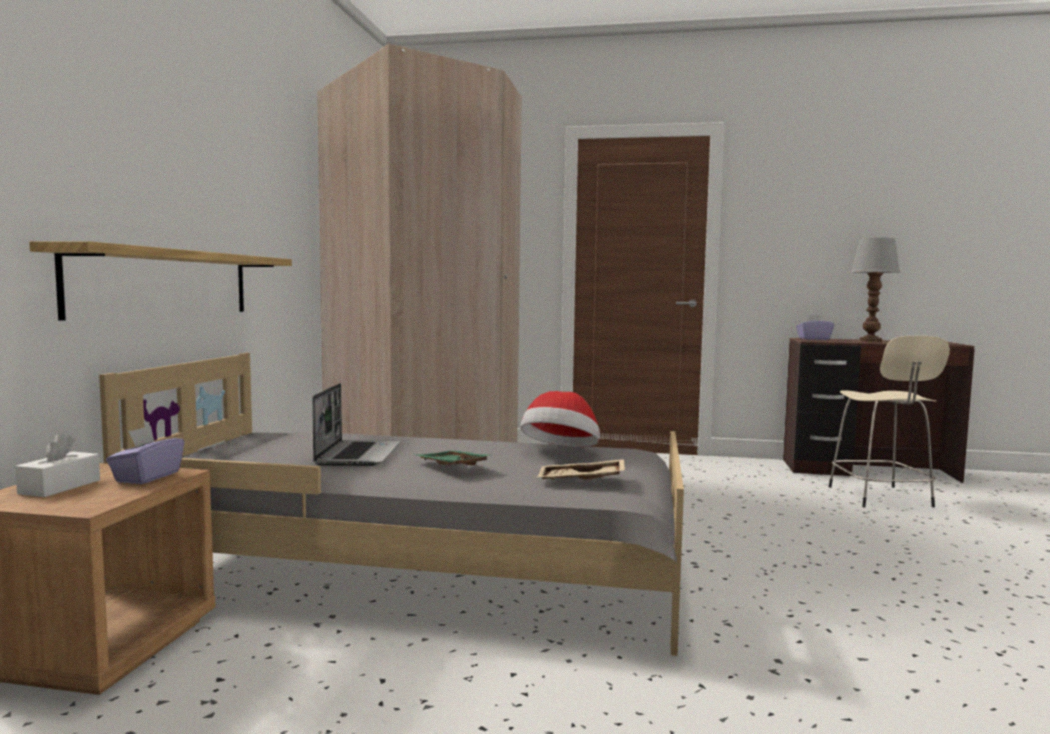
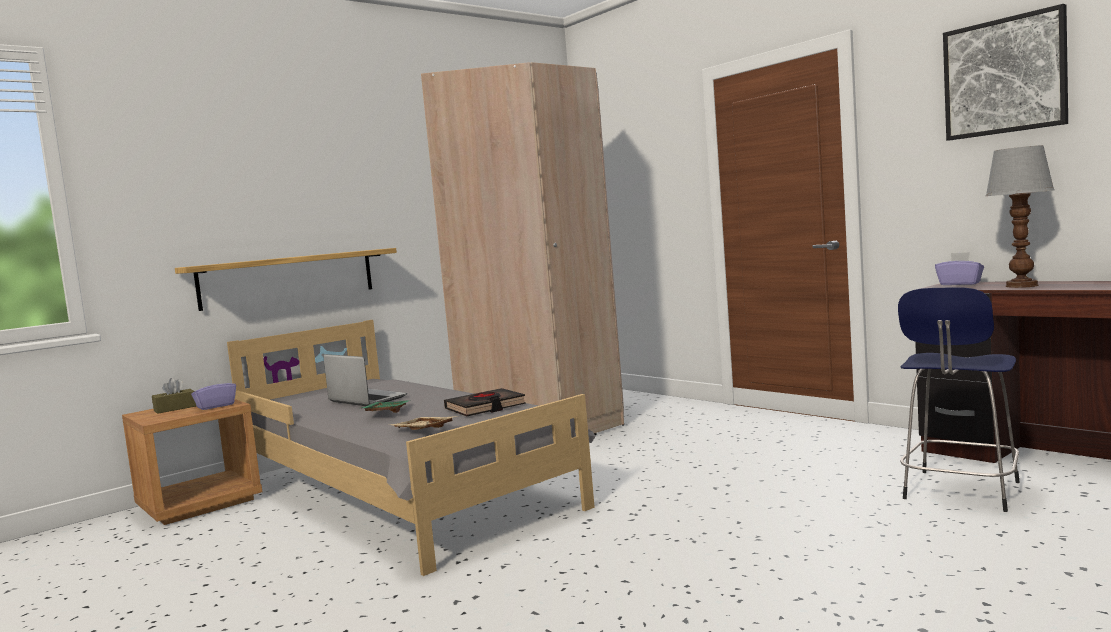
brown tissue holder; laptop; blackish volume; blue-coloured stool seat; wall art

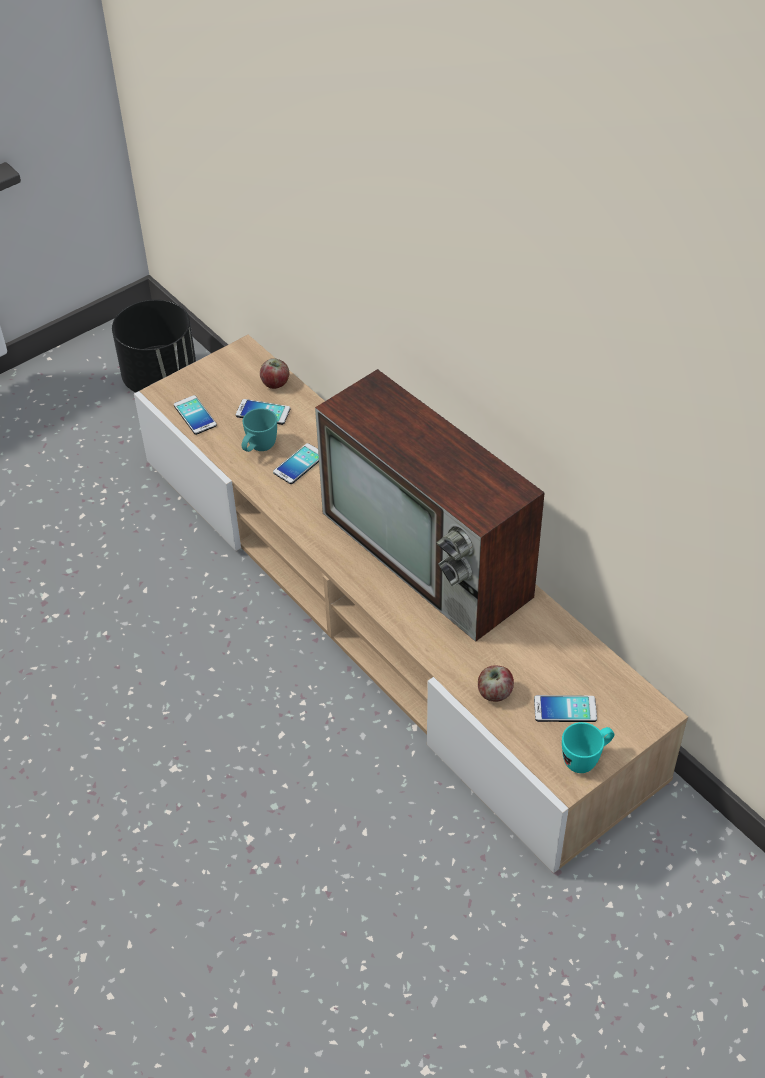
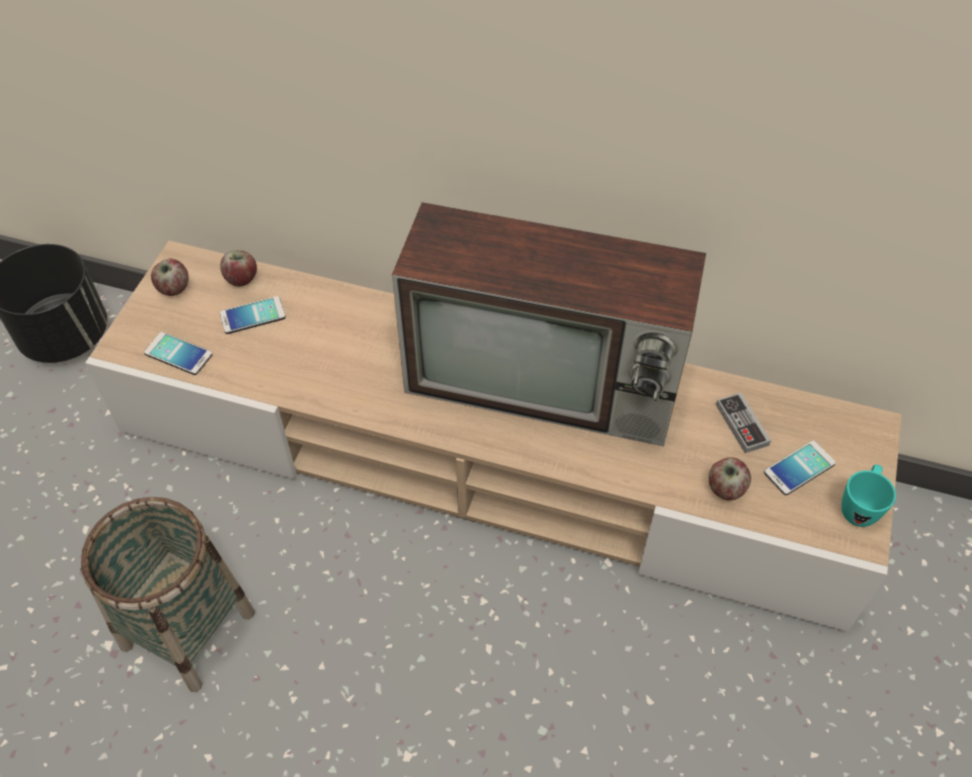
household basket; apple fruit (no. 1 from left); game controller; turquoise-coloured coffee mug (no. 1 from left in the first image); telephone (no. 3 from left in the first image)

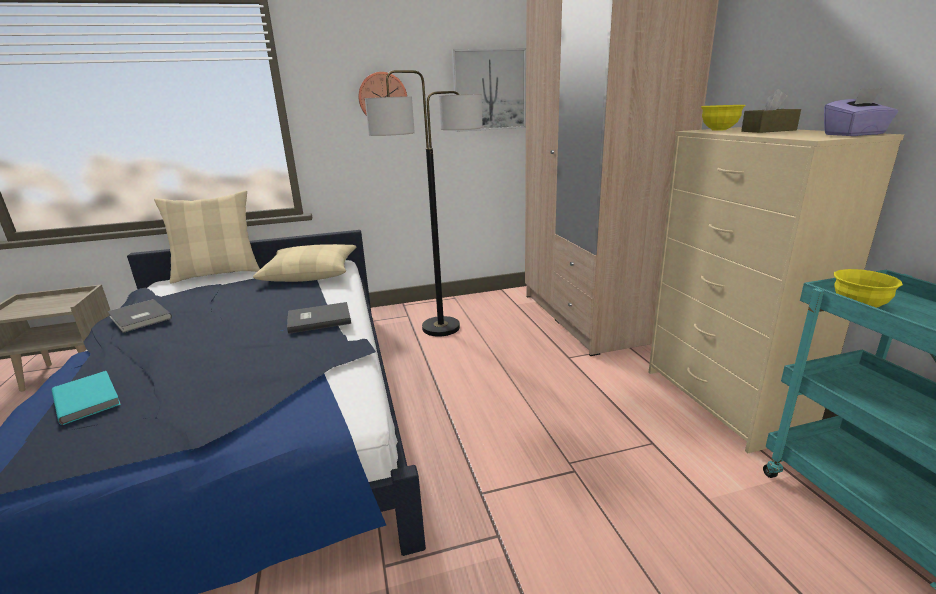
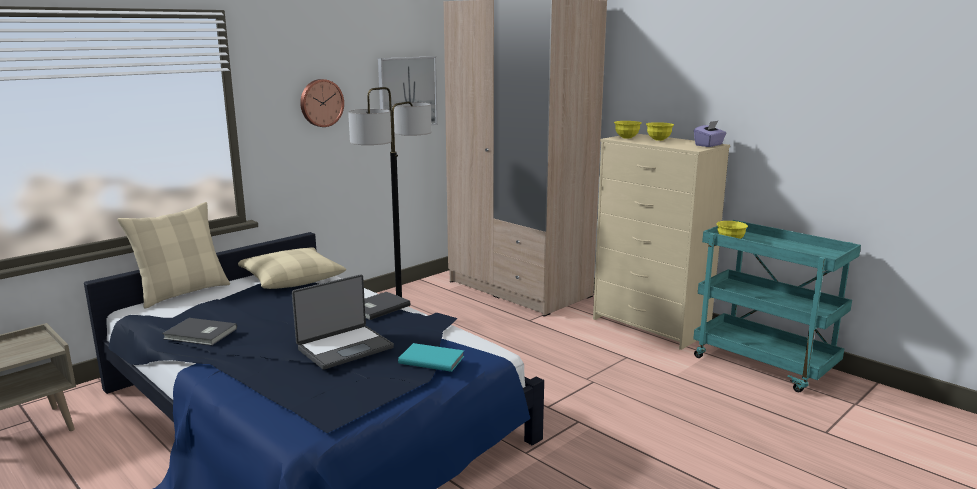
laptop; turquoise-coloured volume; yellow-coloured deep dish (no. 2 from left)

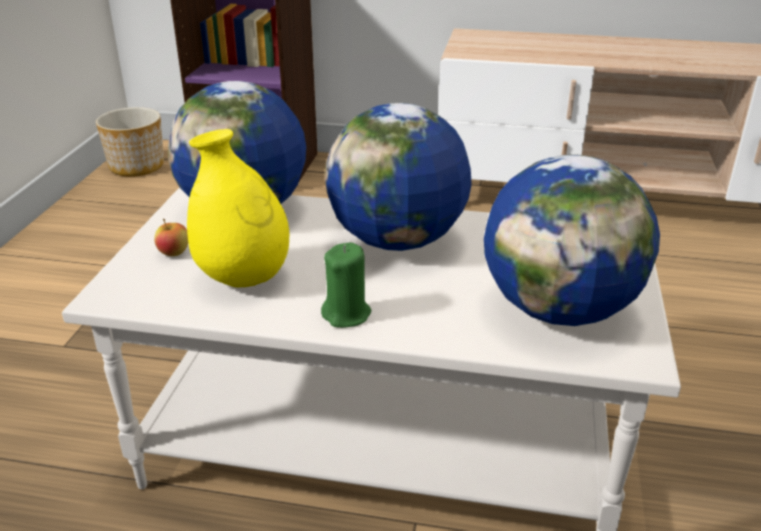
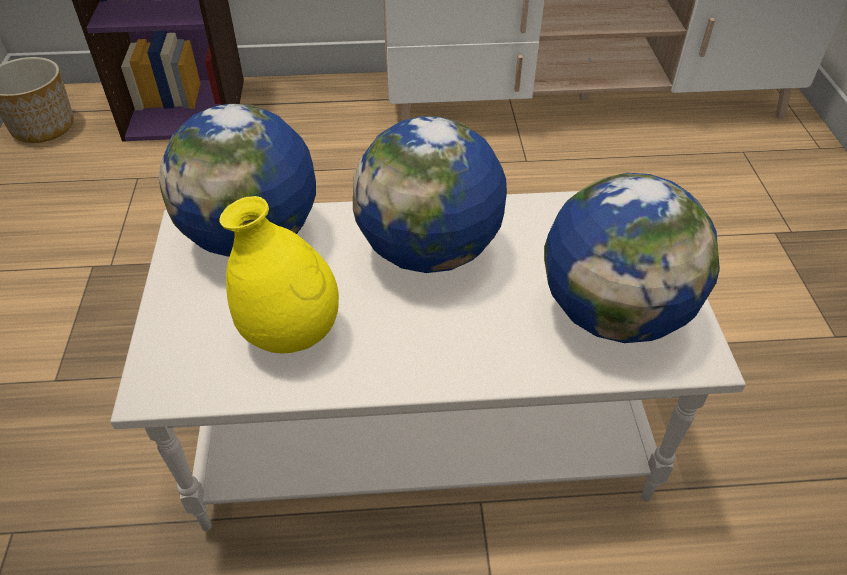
apple fruit; greenish wax candle

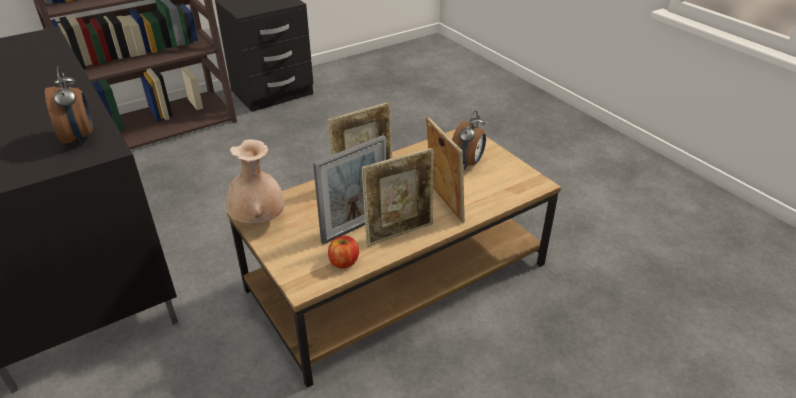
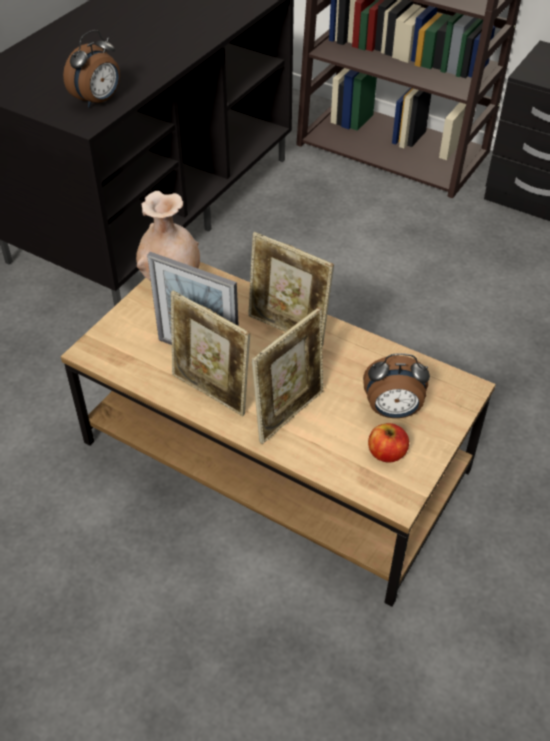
apple fruit

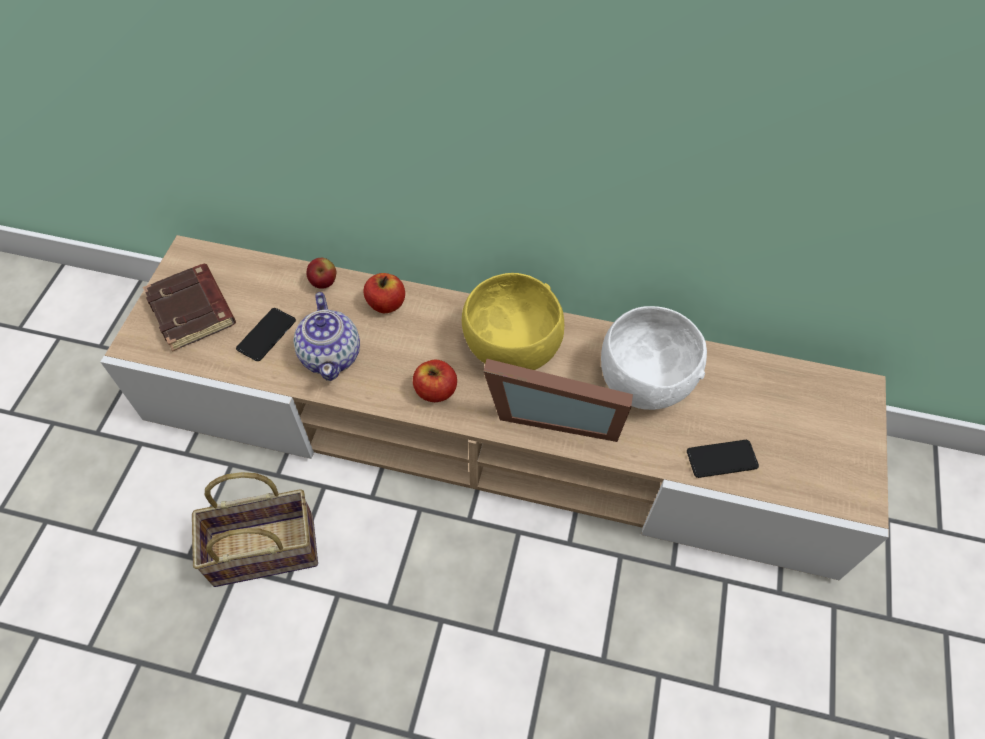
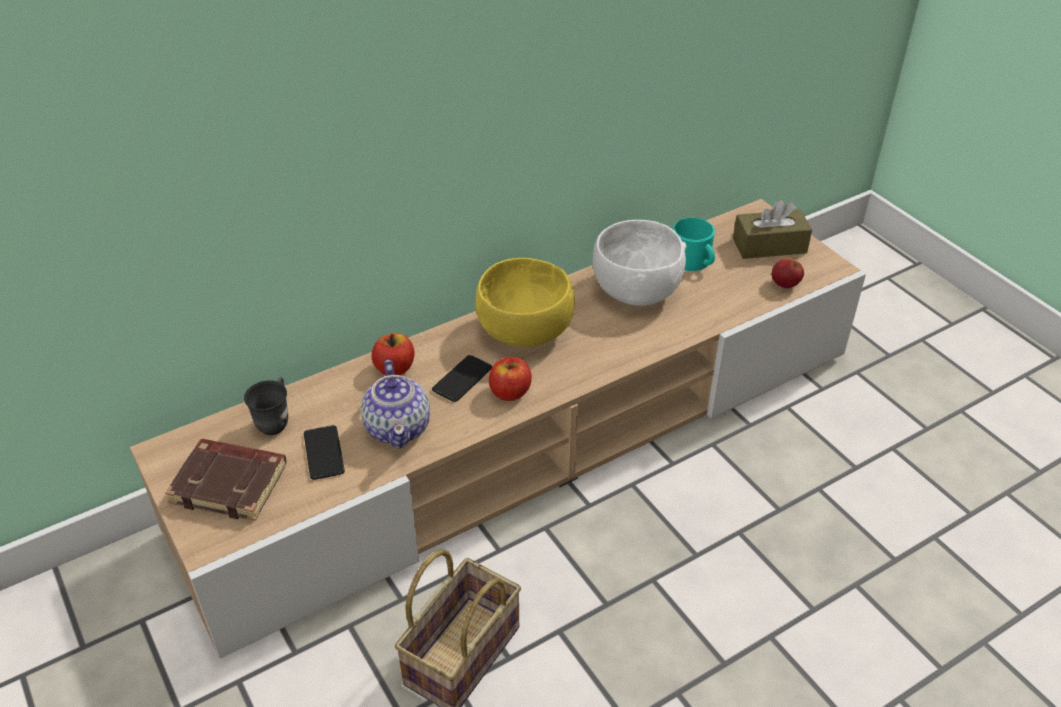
greyish coffee mug; tea pot; telephone (no. 2 from left); turquoise-coloured coffee mug; brown tissue holder; apple fruit (no. 3 from left); photo frame

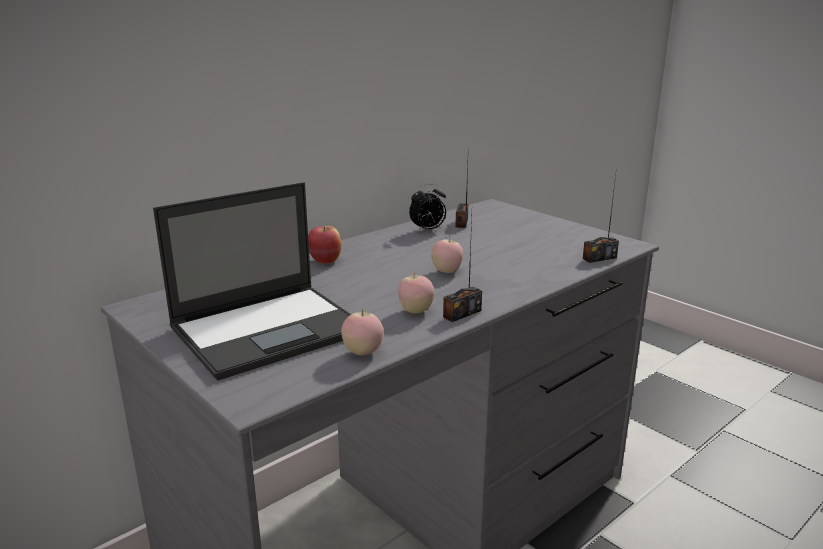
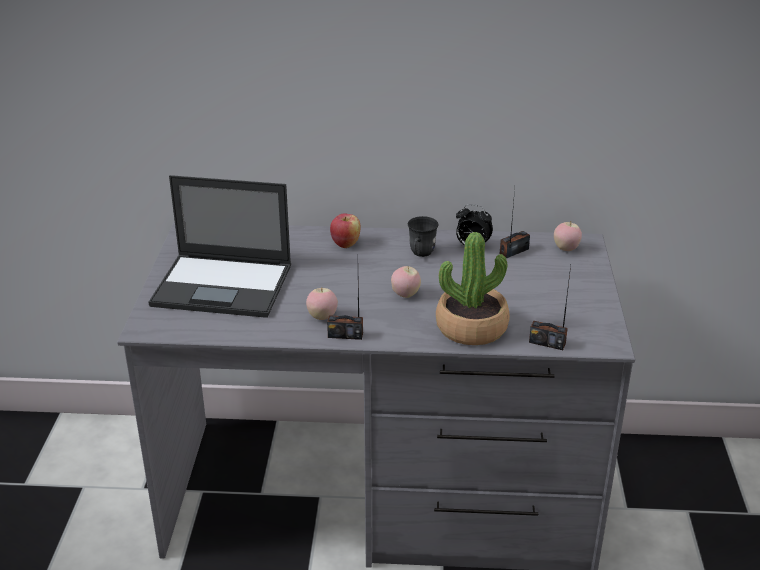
greyish coffee mug; plant in a pot; apple fruit (no. 4 from left)

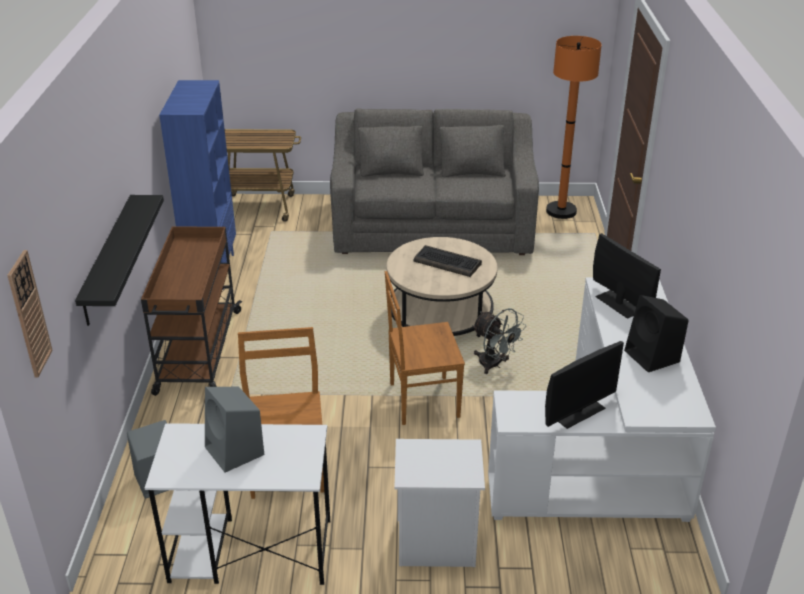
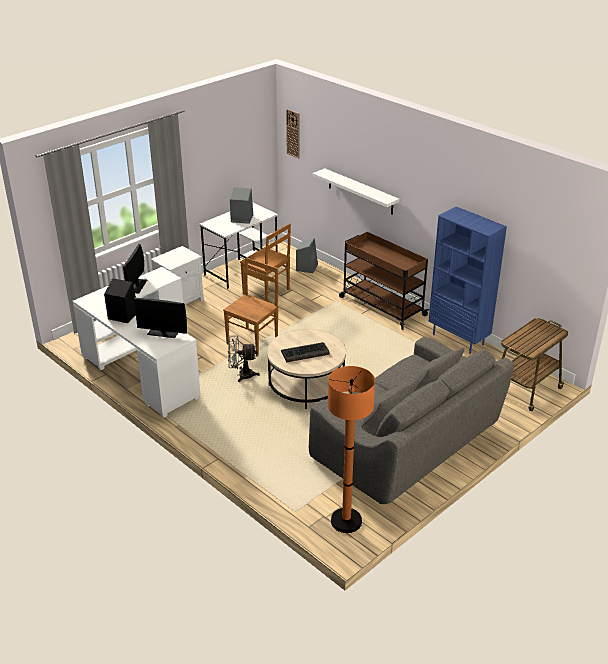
white-coloured bracket shelf

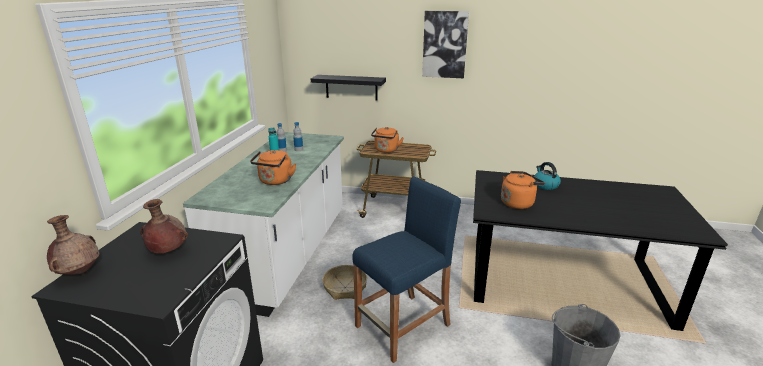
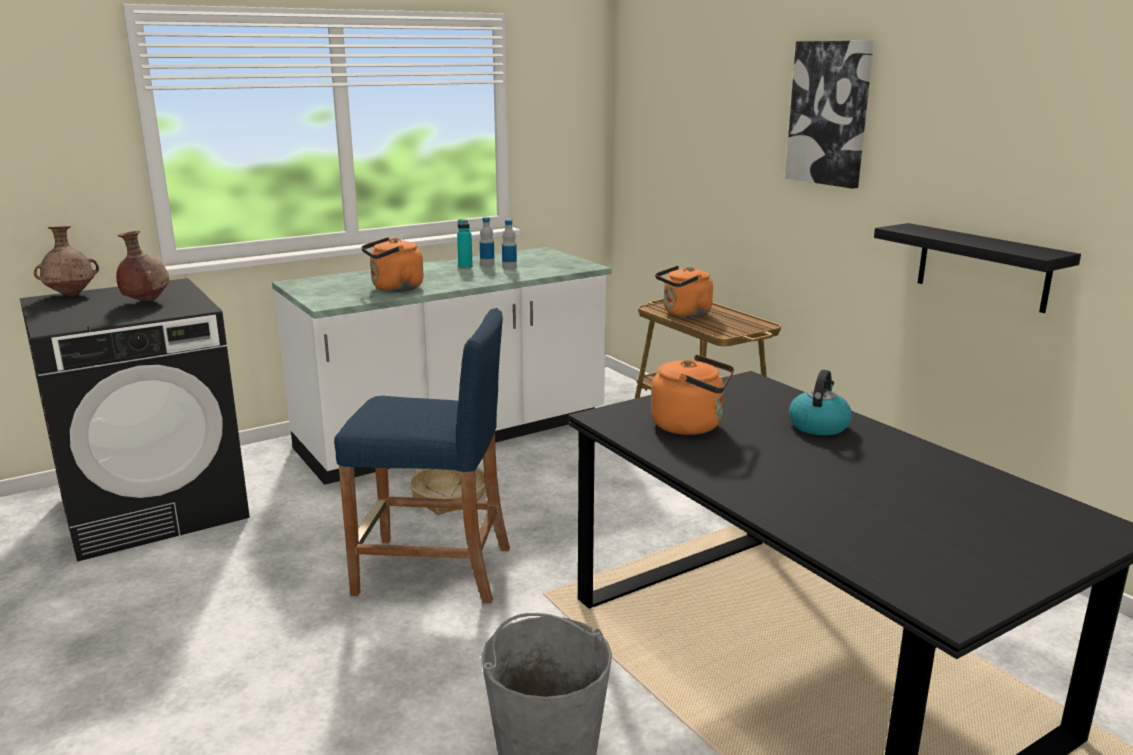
blackish bracket shelf

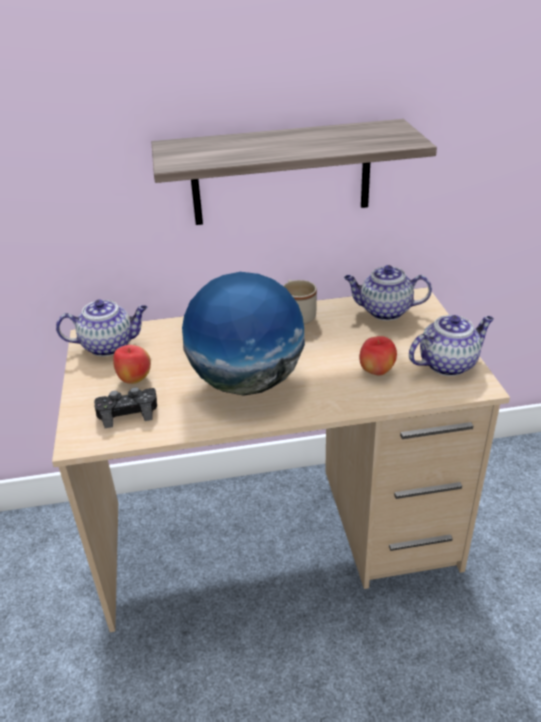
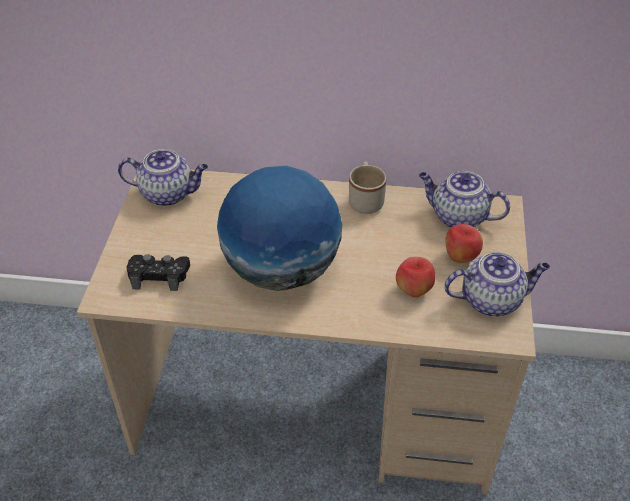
apple fruit (no. 2 from left); bracket shelf

